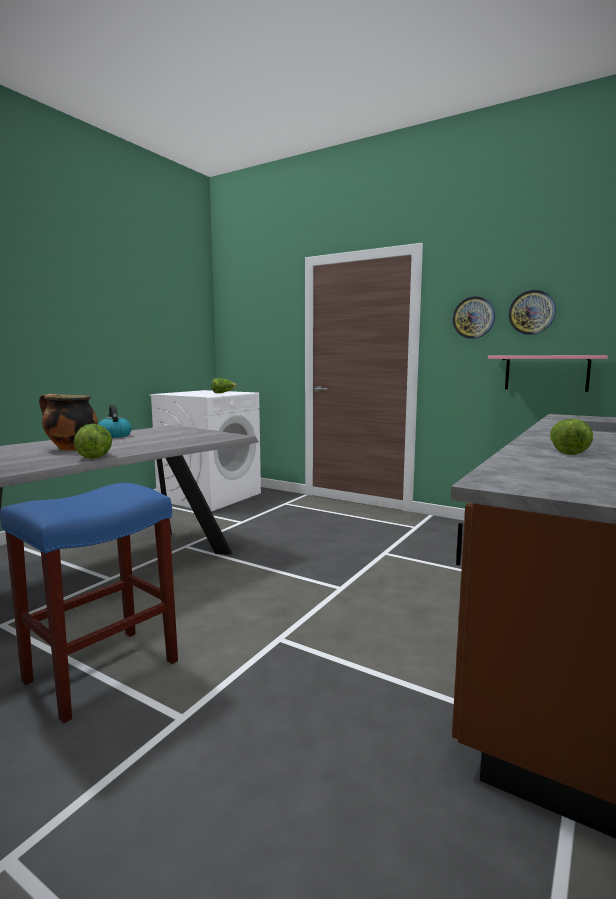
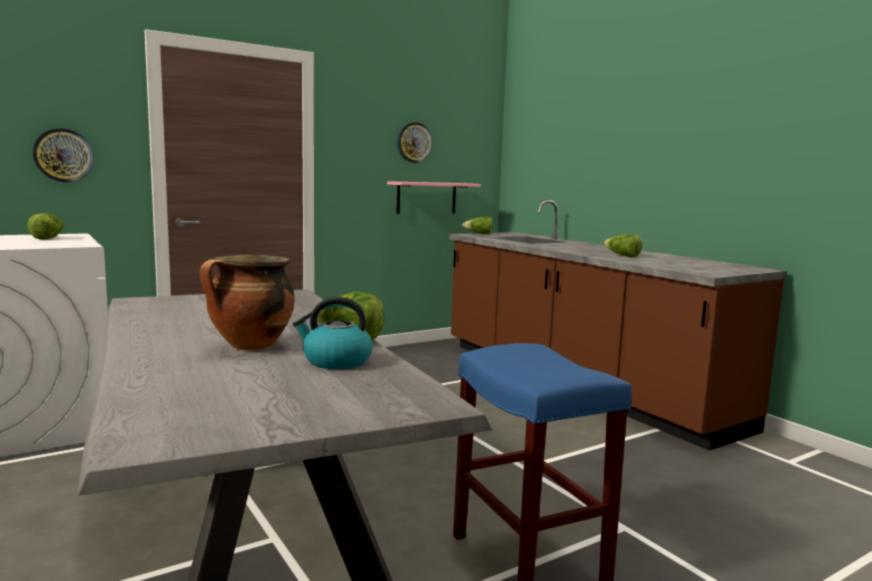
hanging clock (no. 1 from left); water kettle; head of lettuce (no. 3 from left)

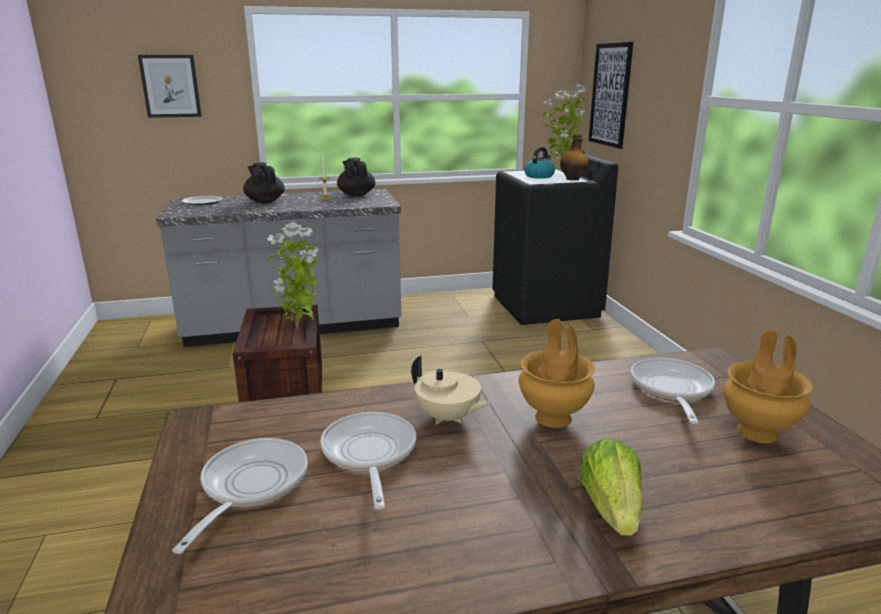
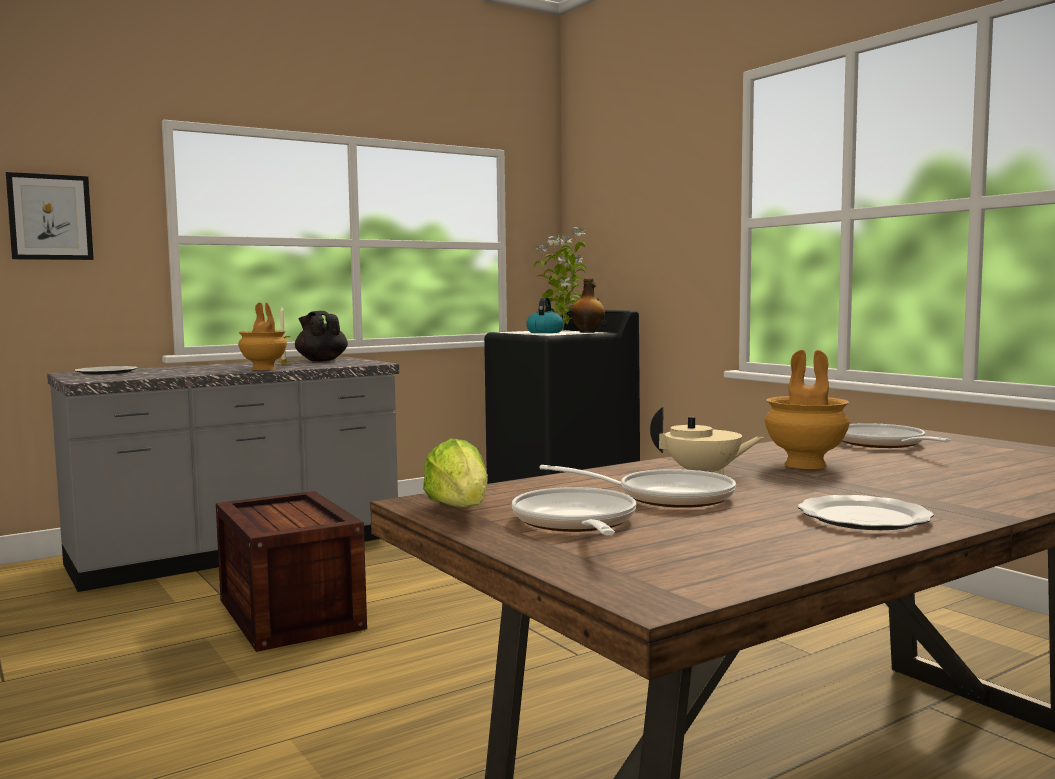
brown flower vase (no. 1 from left); head of lettuce; pan (no. 2 from left); flat dish (no. 2 from left); blackish tea pot (no. 1 from left in the first image); plant in a pot (no. 1 from left in the first image); wall art (no. 2 from left in the first image)

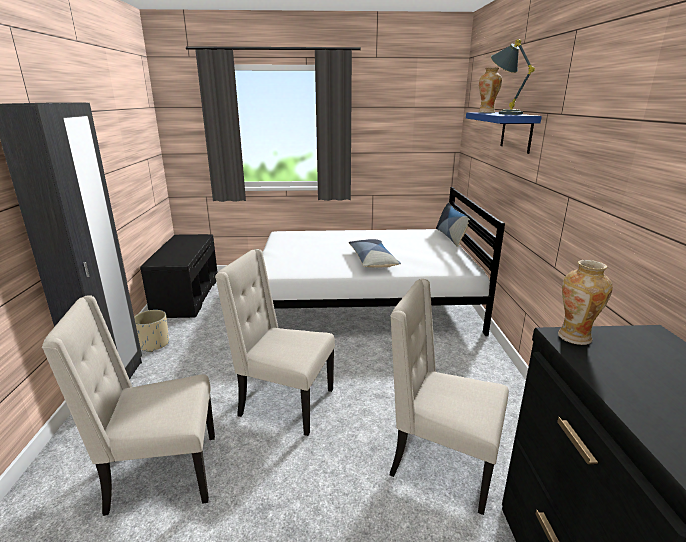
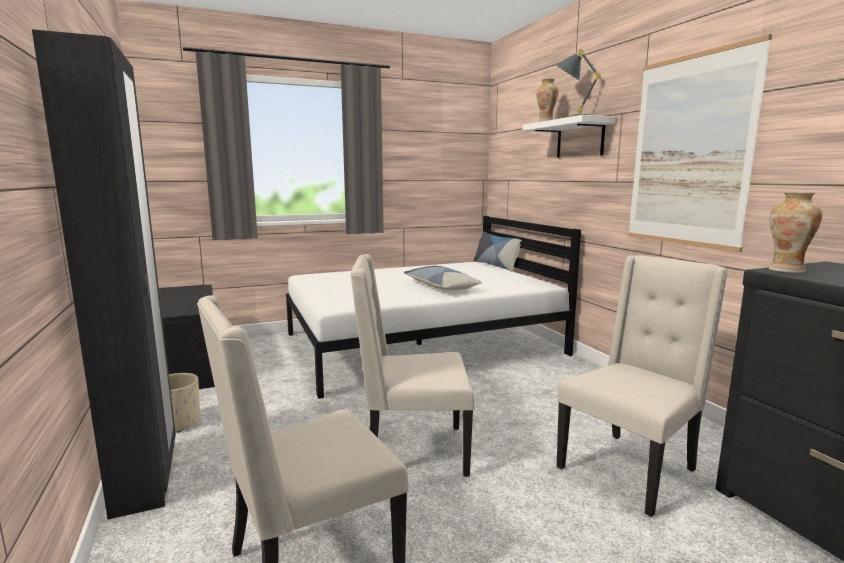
white-coloured bracket shelf; beige plain chair (no. 3 from left); wall art

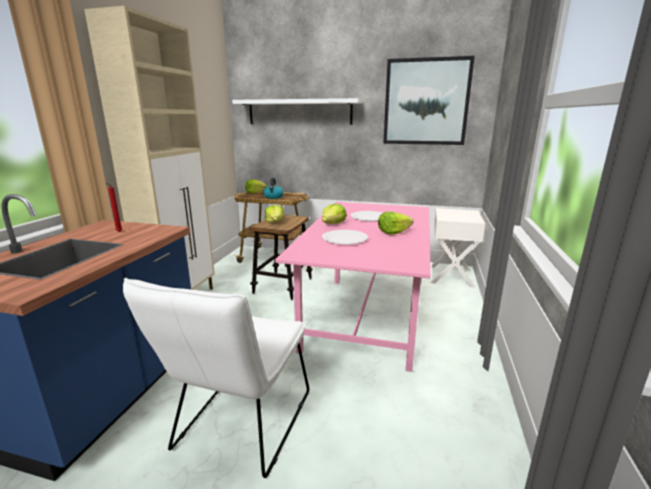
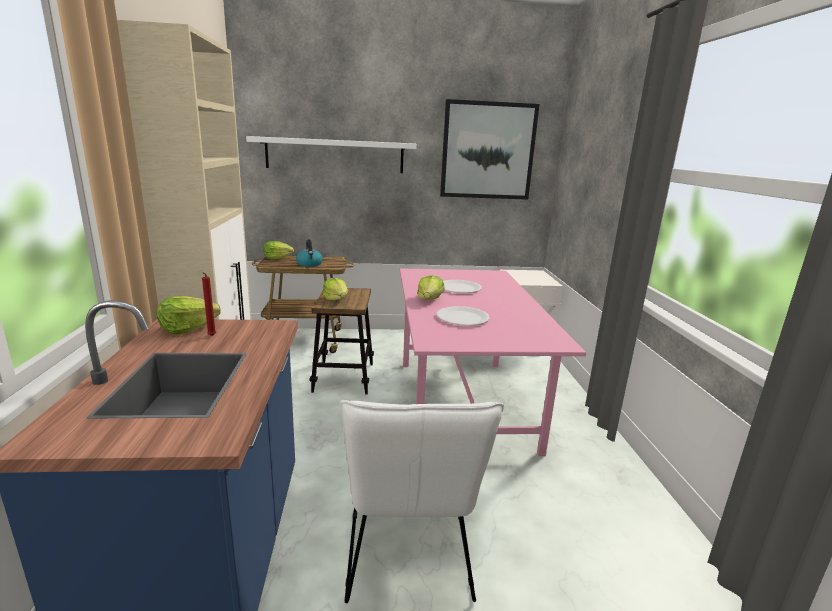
head of lettuce (no. 1 from left)

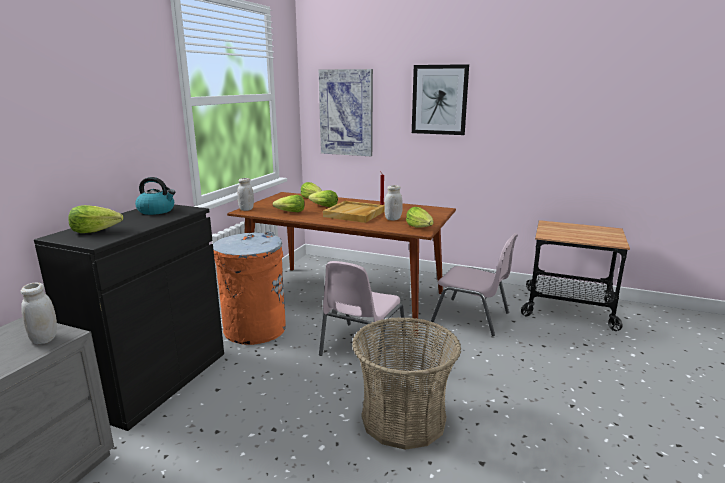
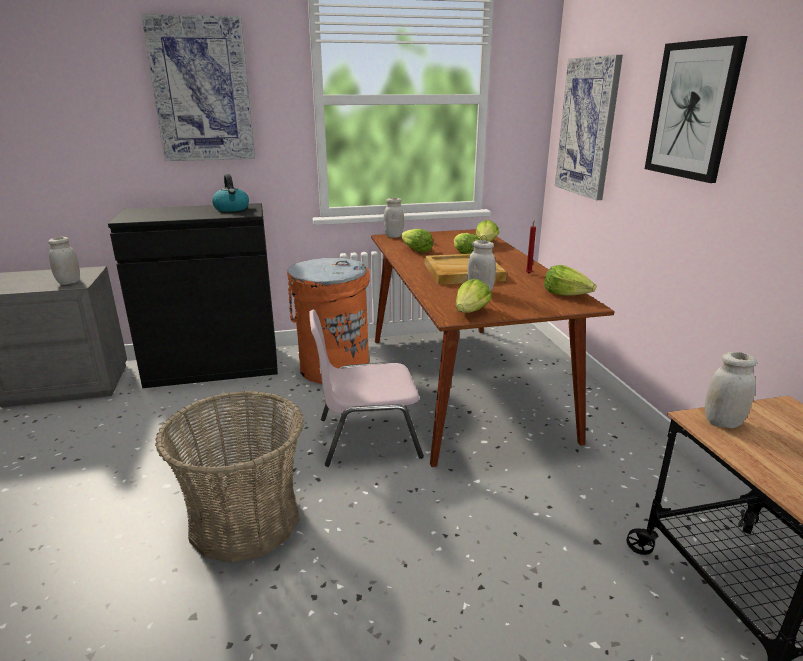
wall art (no. 1 from left); head of lettuce (no. 5 from left); white-coloured preserve jar (no. 4 from left); pink-coloured plain chair (no. 2 from left in the first image)

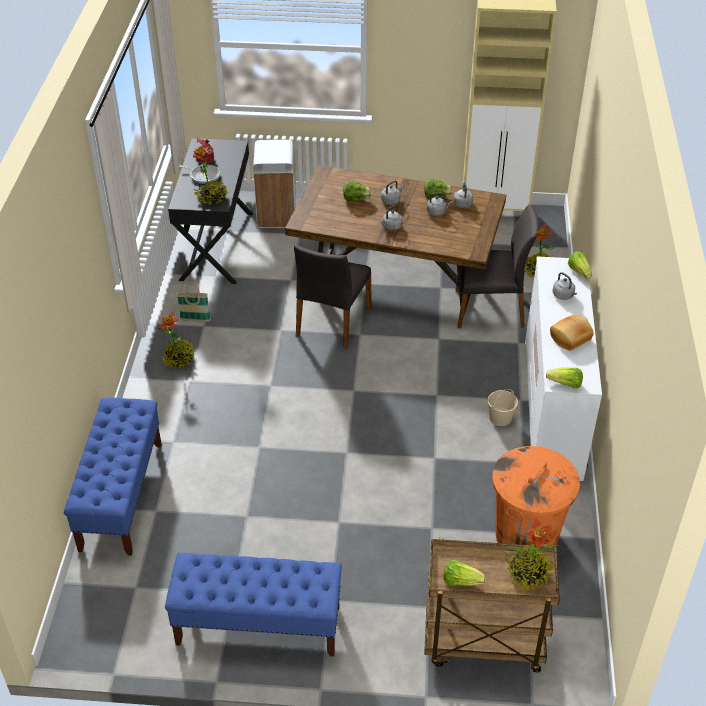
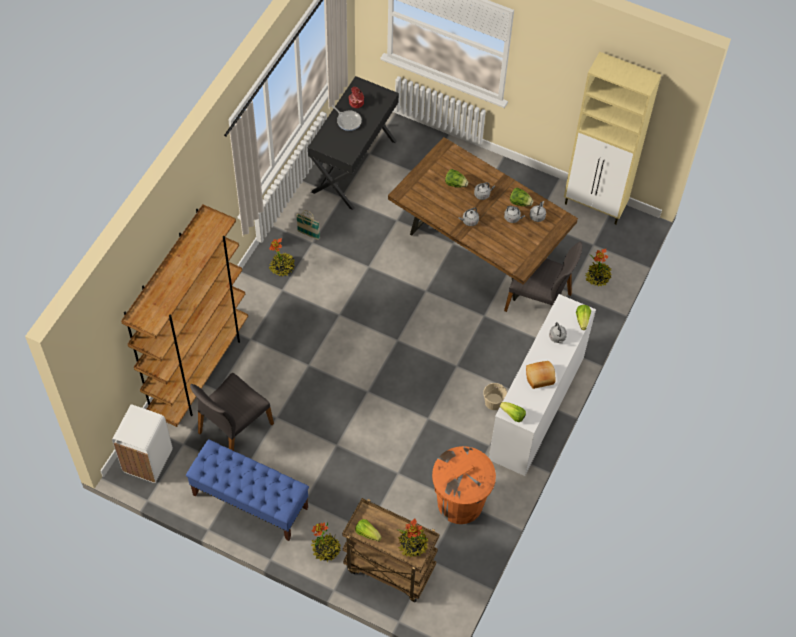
white-coloured rubbish bin; brown bookcase; greyish plain chair (no. 1 from left); plant in a pot (no. 2 from left)

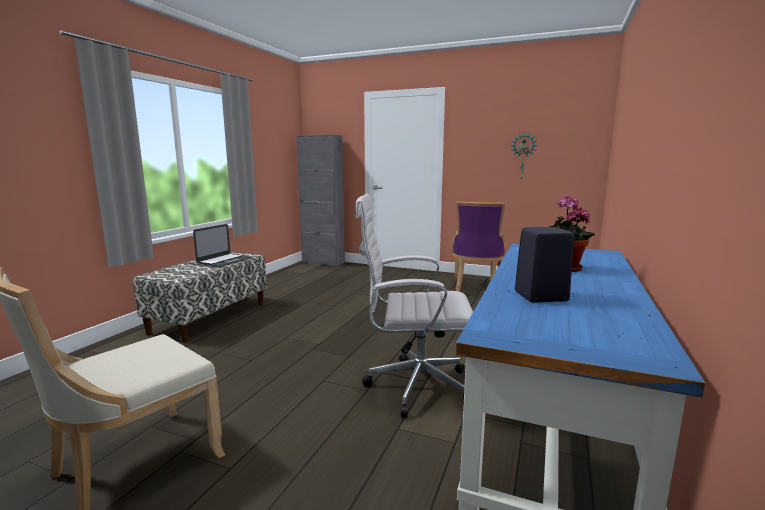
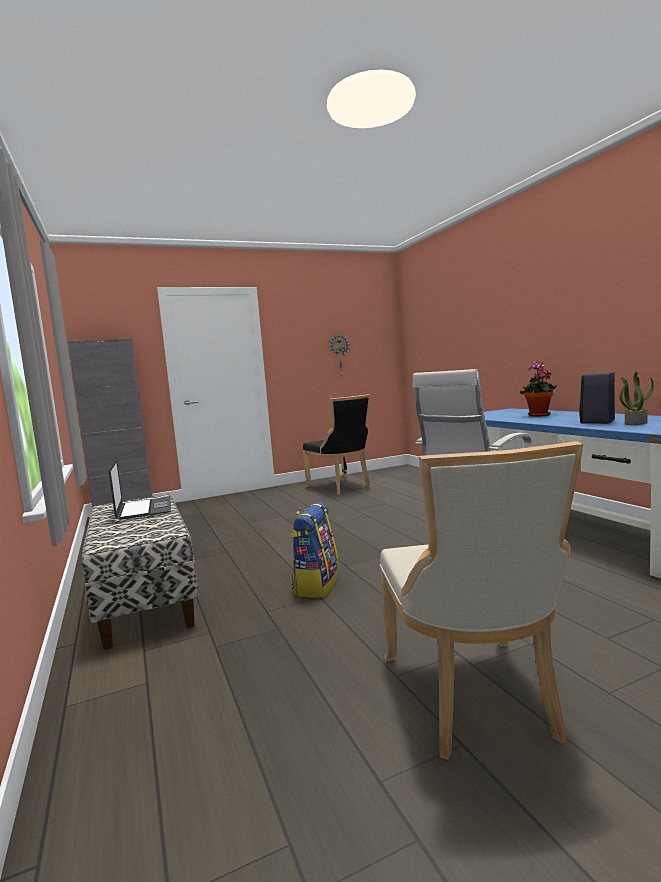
rucksack; blackish plain chair; plant in a pot (no. 2 from left)

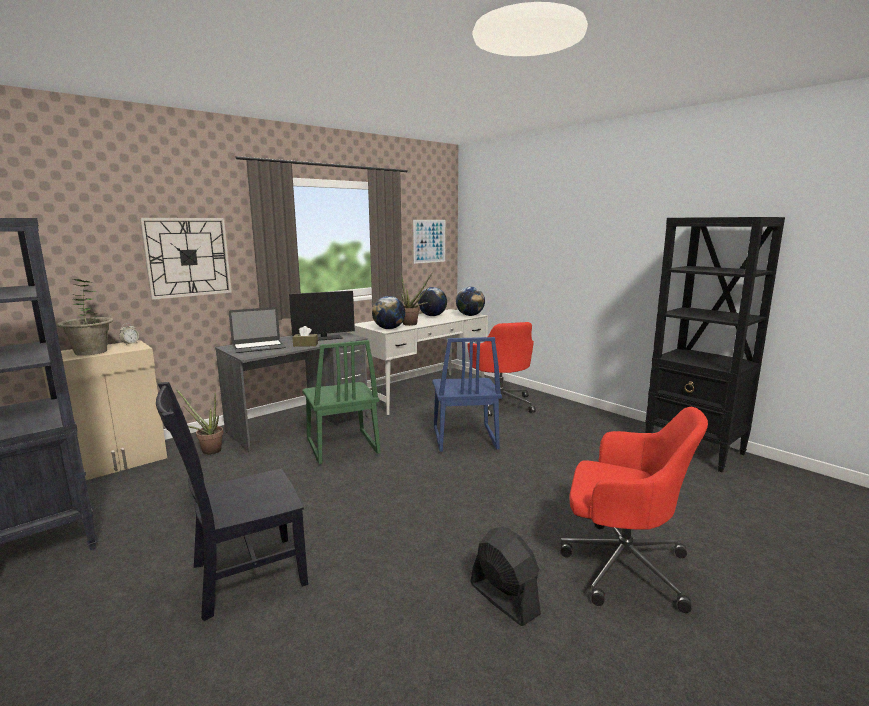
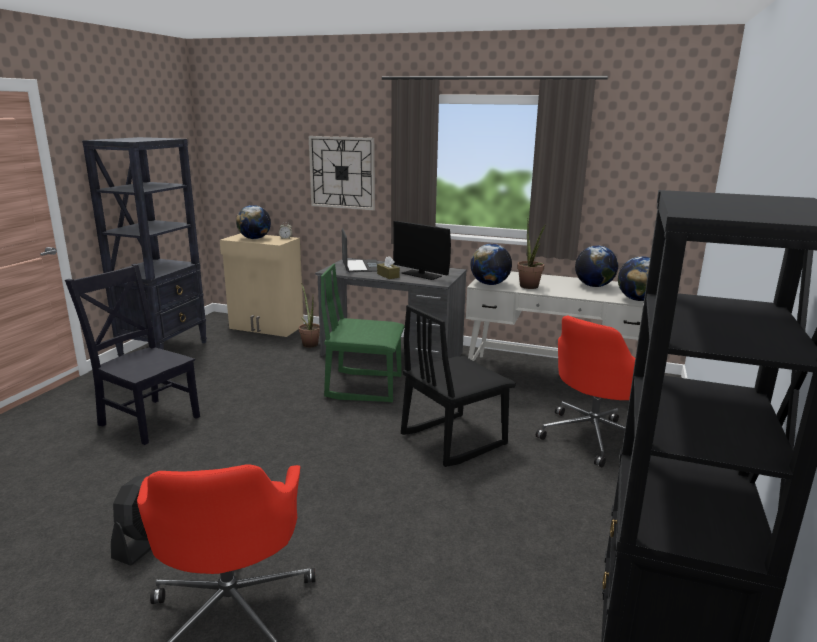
globe (no. 1 from left); greenish plain chair; laptop; blackish plain chair (no. 2 from left); wall art

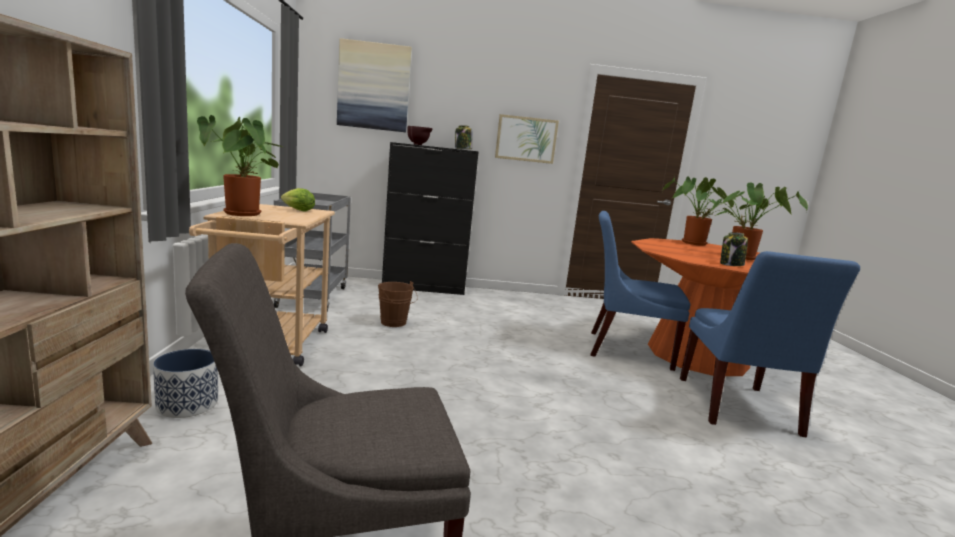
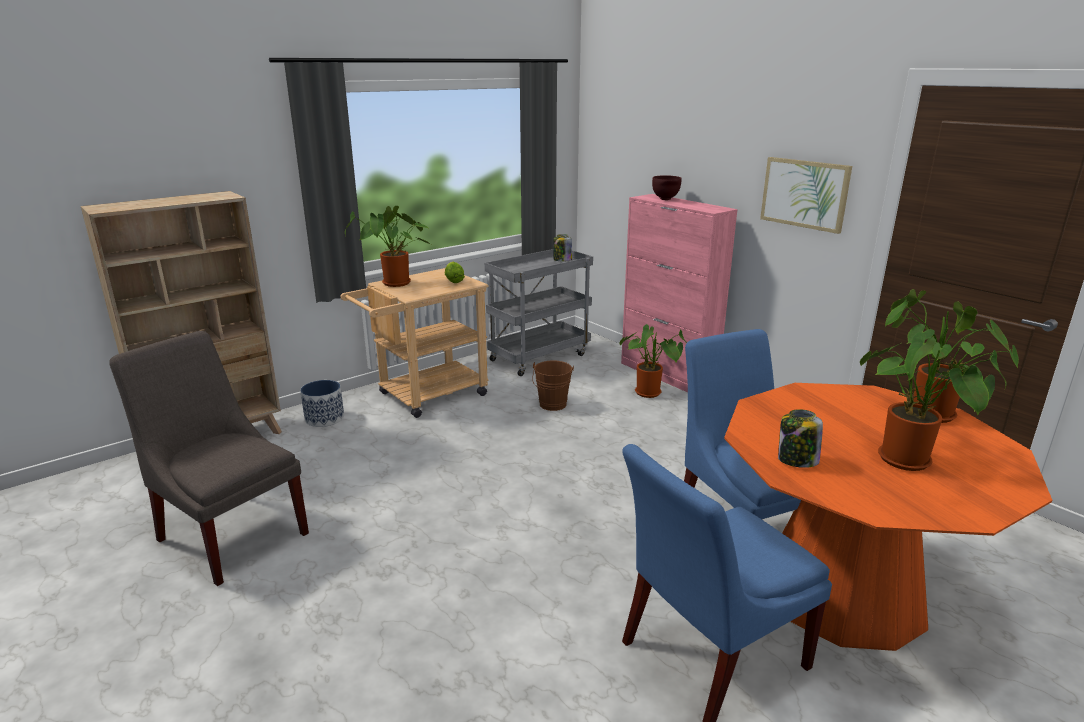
preserve jar (no. 1 from left); plant in a pot (no. 2 from left); pink-coloured cupboard; wall art (no. 1 from left in the first image)

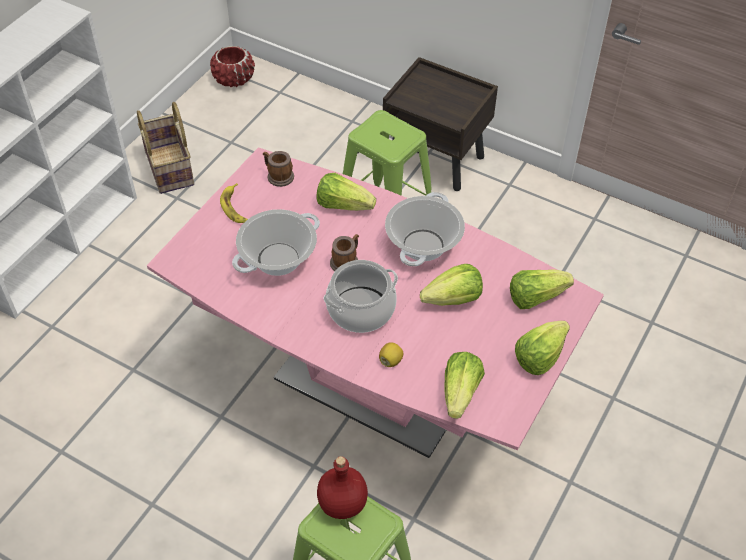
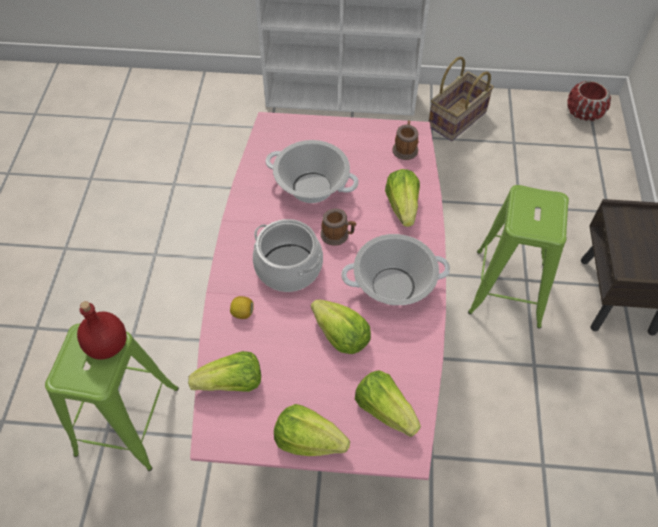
banana fruit

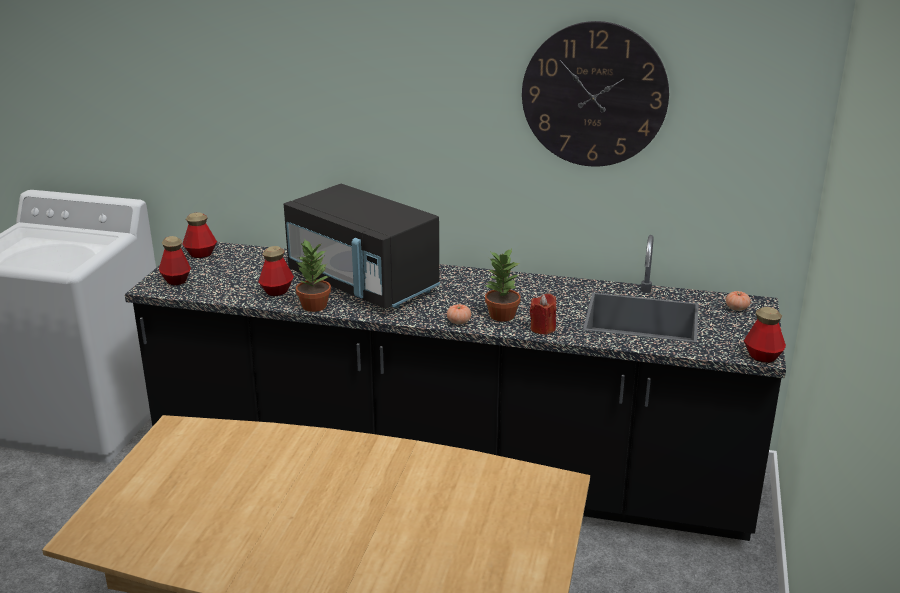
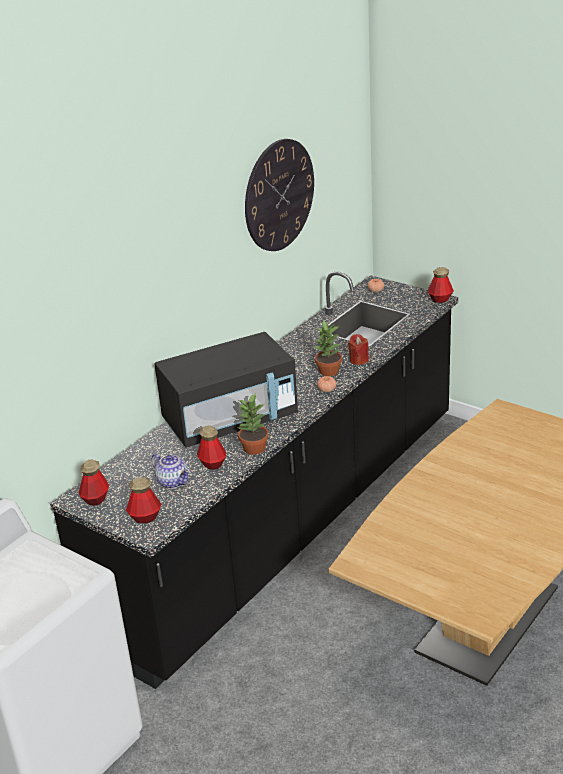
tea pot

